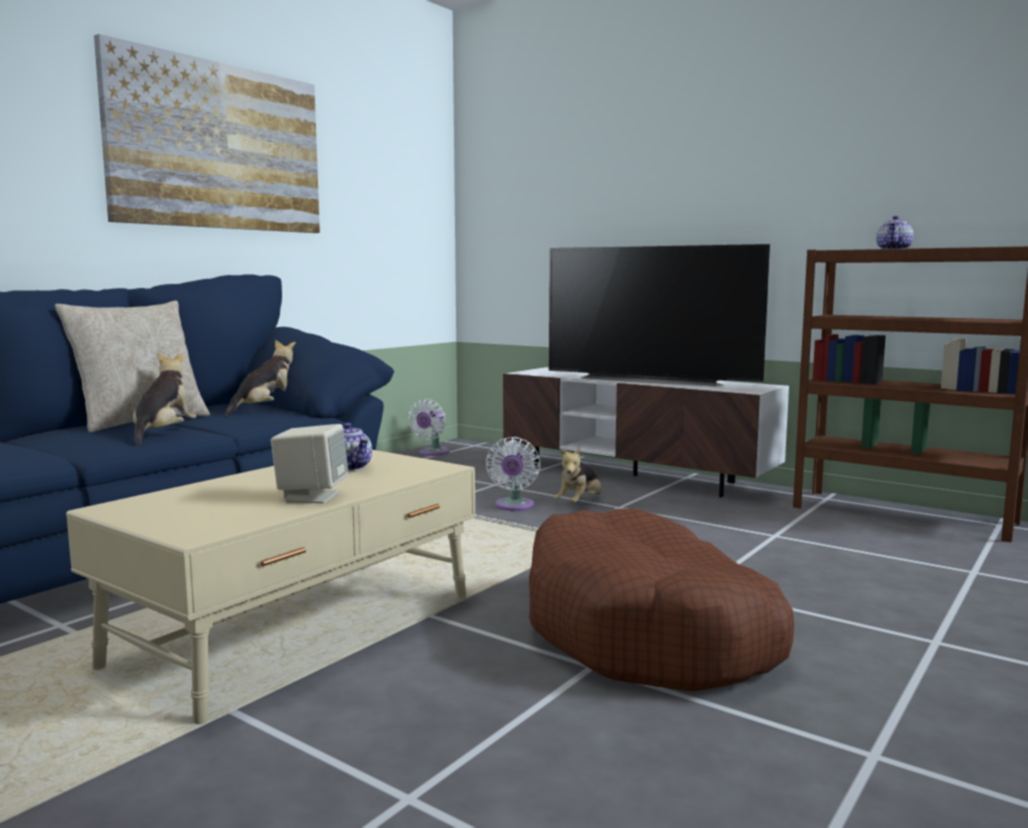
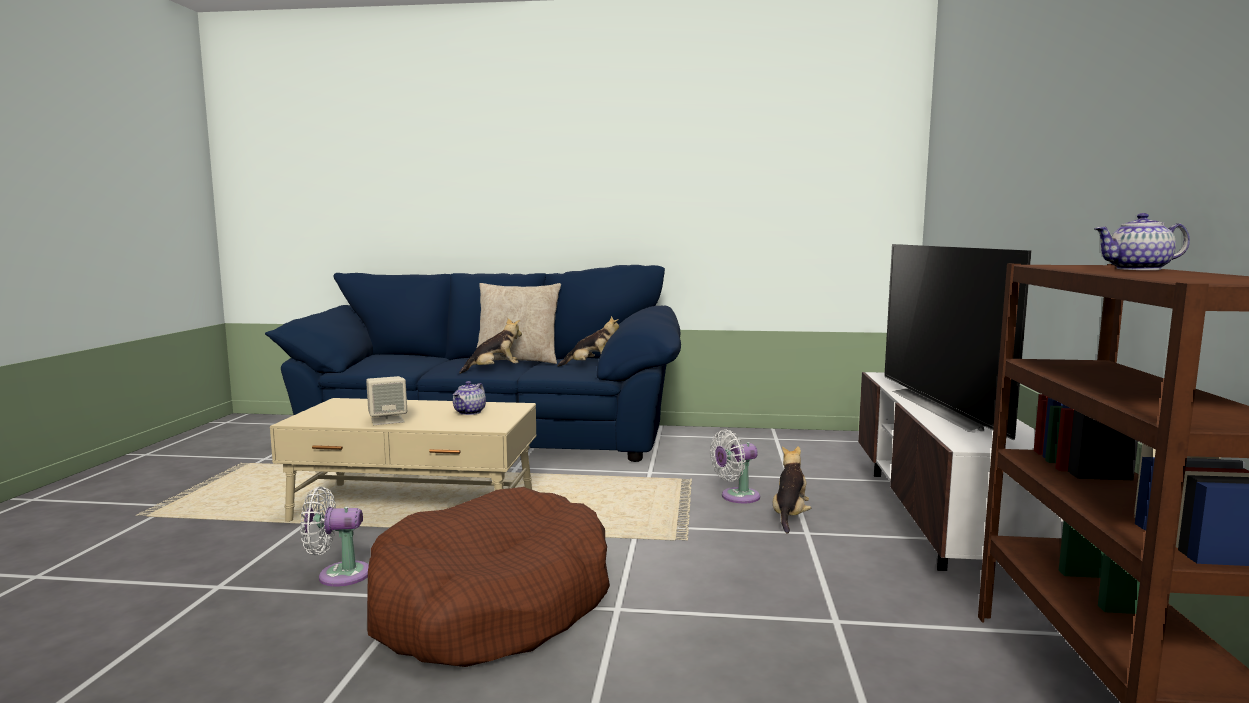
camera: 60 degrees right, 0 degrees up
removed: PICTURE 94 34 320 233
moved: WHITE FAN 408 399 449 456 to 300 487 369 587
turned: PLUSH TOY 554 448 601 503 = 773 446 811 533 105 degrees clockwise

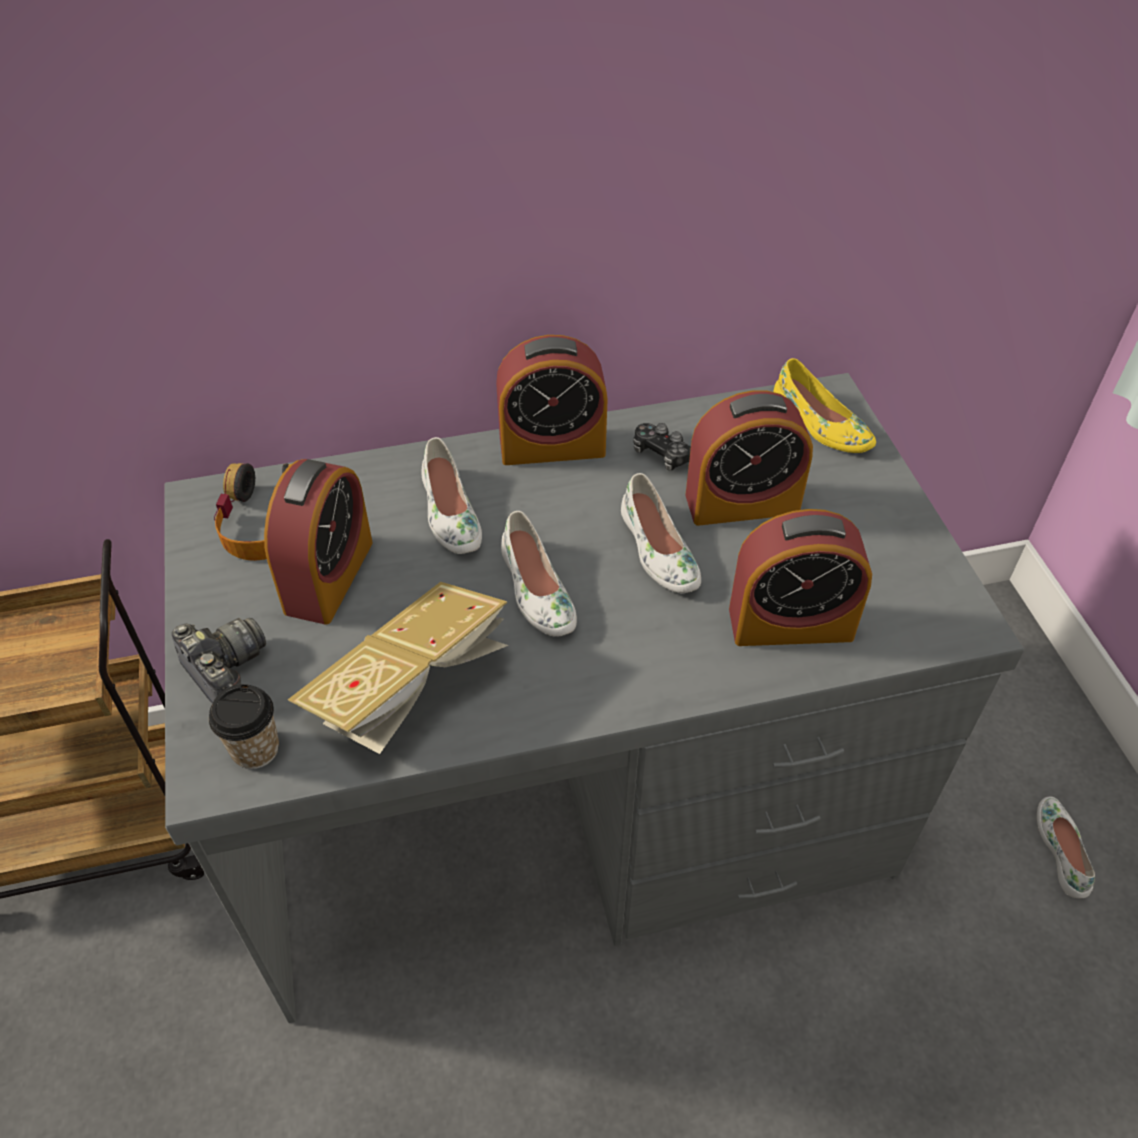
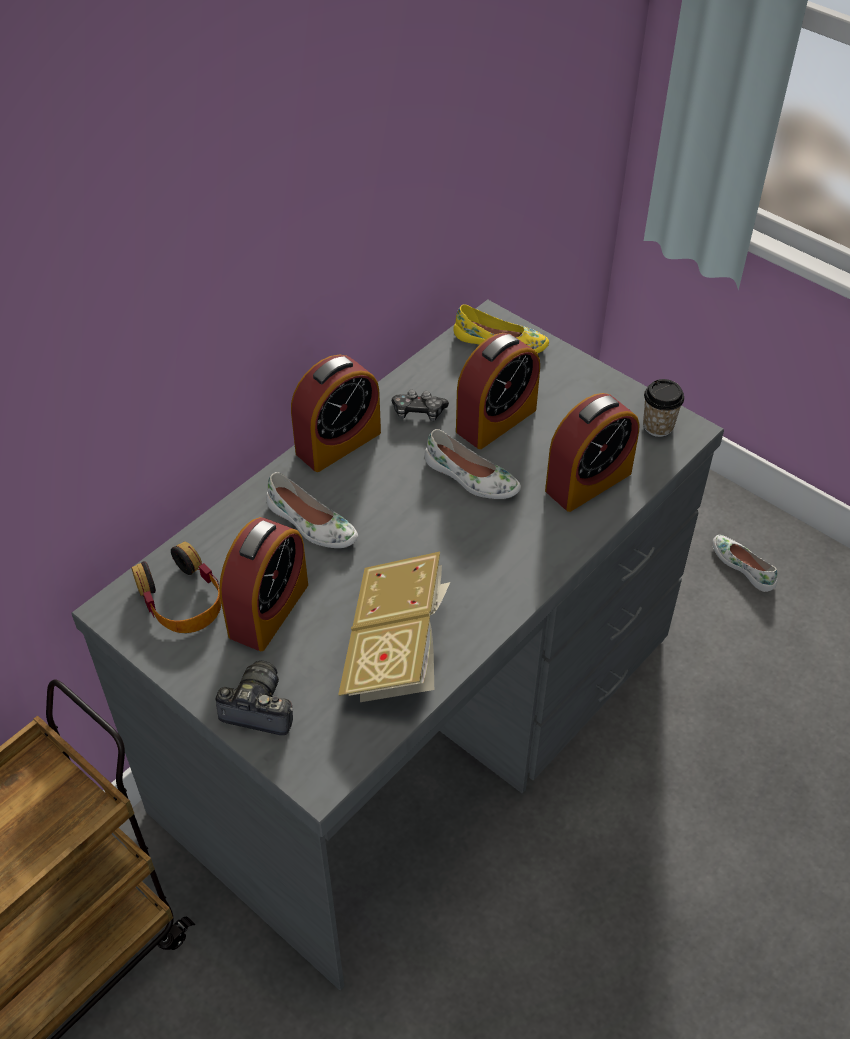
camera: 35 degrees left, 0 degrees up
removed: WHITE SHOE 501 511 577 637
moved: CUP 209 684 279 769 to 643 379 684 437
turned: ALARM CLOCK 264 459 373 624 = 219 517 308 651 45 degrees clockwise

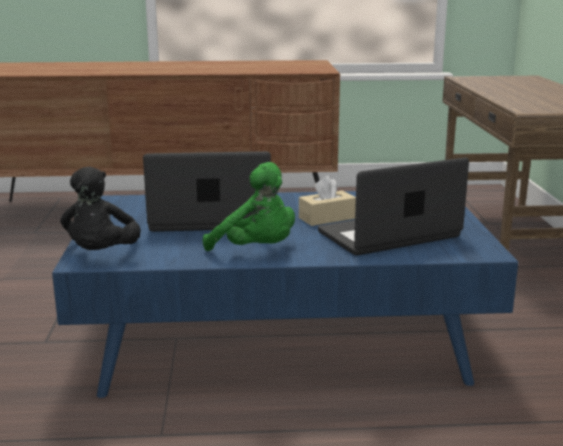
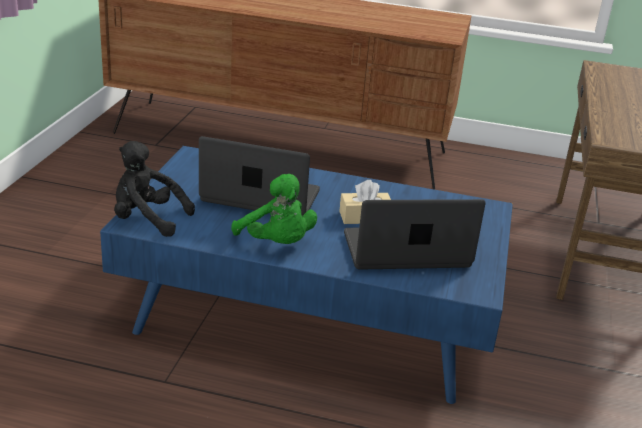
camera: 15 degrees right, 10 degrees up
turned: BLACK PLUSH TOY 60 167 141 250 = 114 141 195 237 90 degrees clockwise

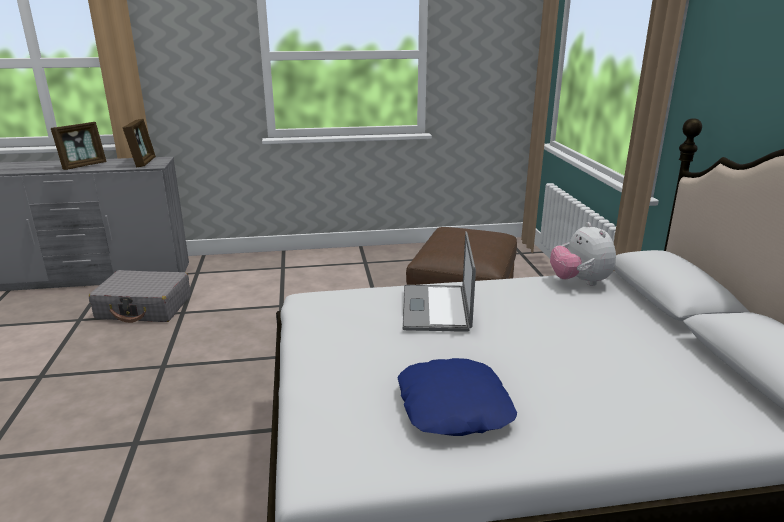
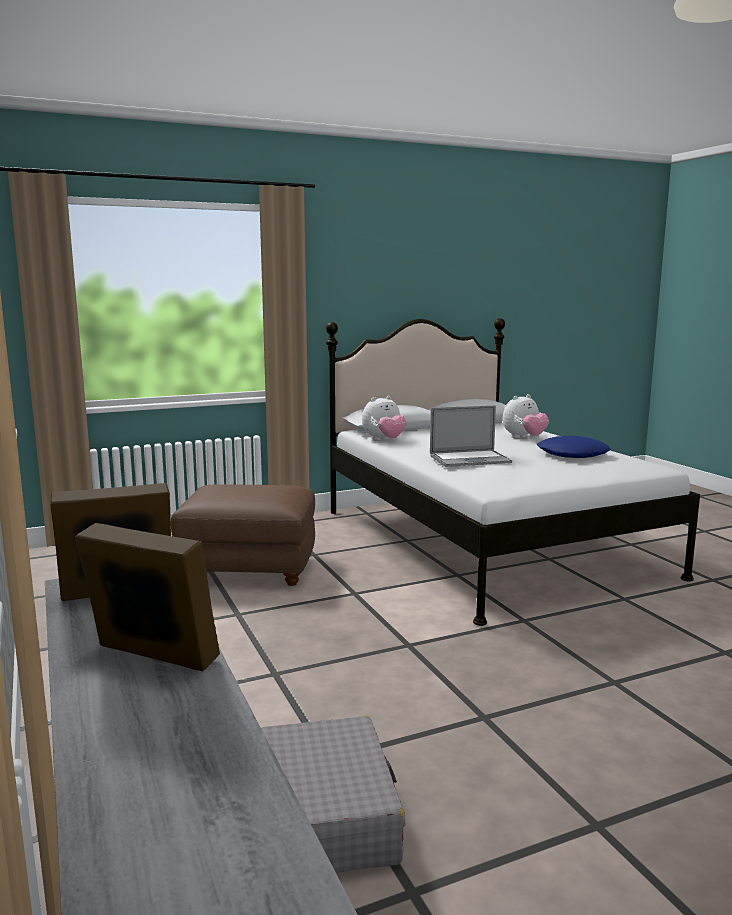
camera: 105 degrees left, 10 degrees down
added: PLUSH TOY 503 394 549 438

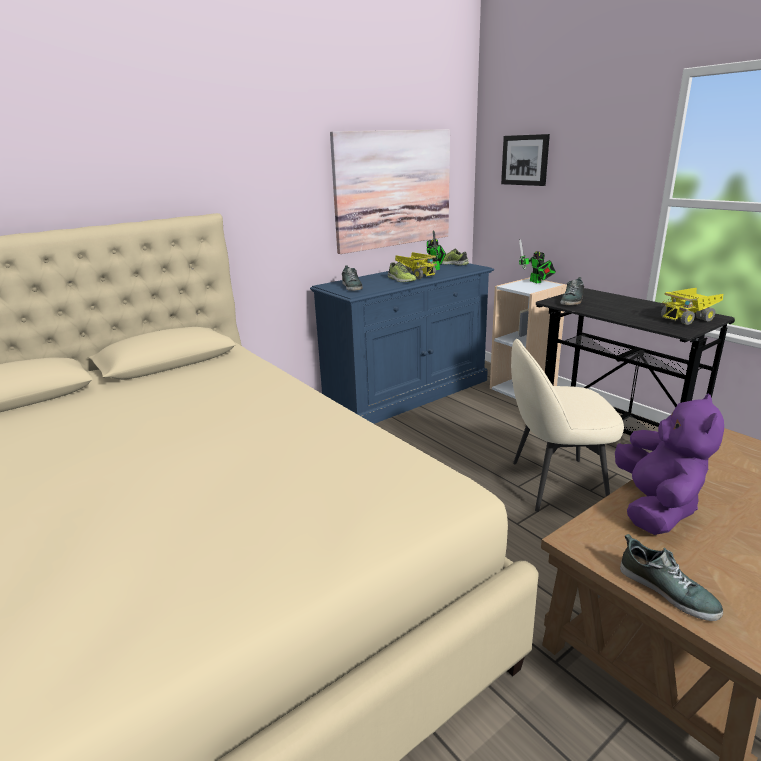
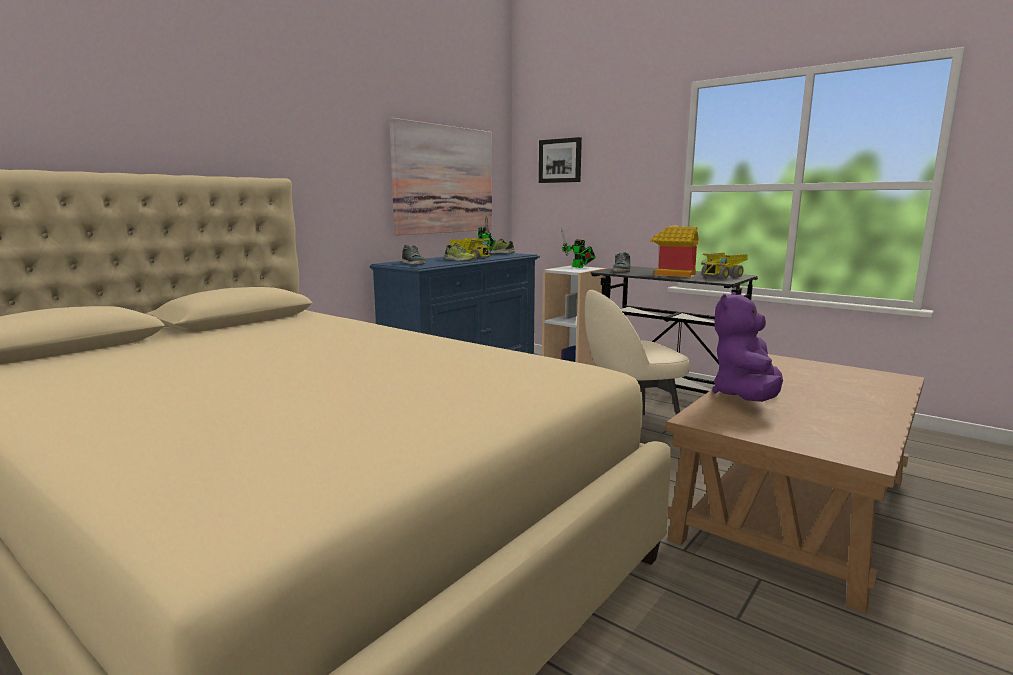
camera: 15 degrees left, 10 degrees down
removed: SHOE 620 534 723 621
added: TOY HOUSE 650 225 699 277
turned: PURPLE PLUSH TOY 615 393 724 535 = 712 292 783 402 150 degrees counterclockwise

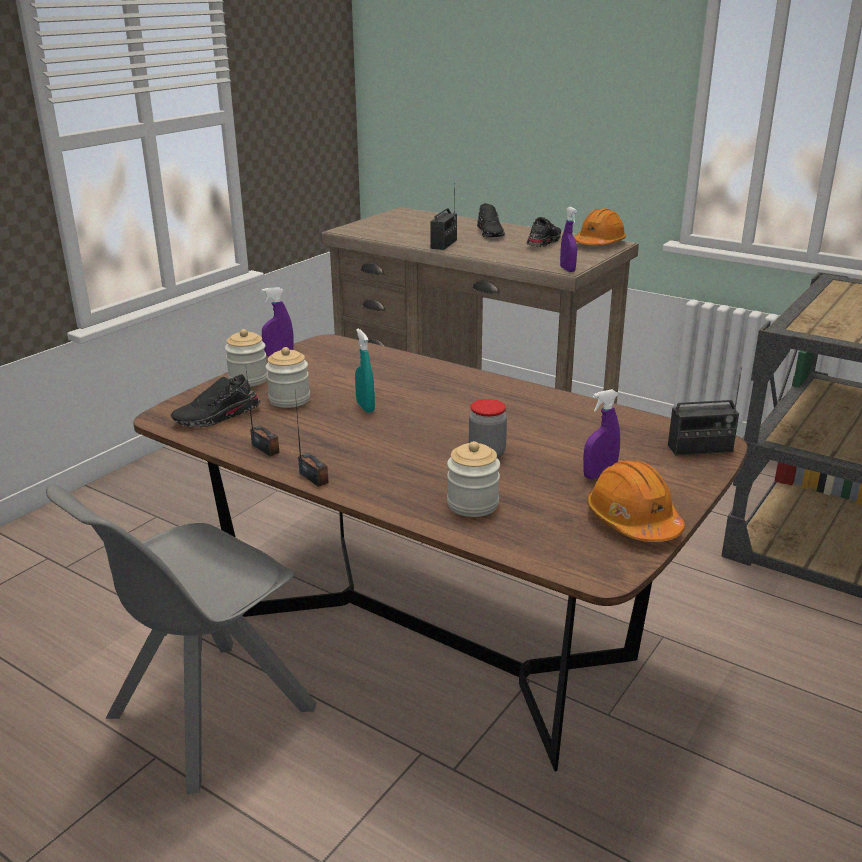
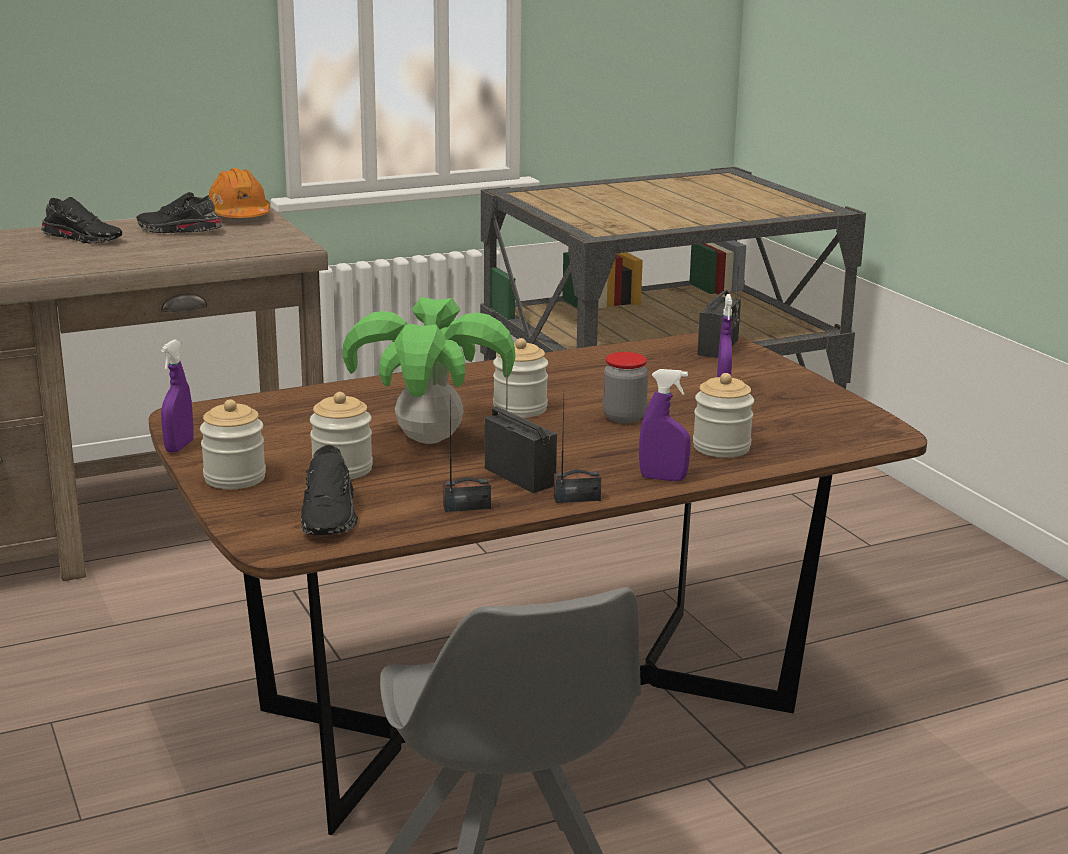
camera: 60 degrees left, 5 degrees down
removed: ORANGE HARD HAT 587 460 685 542
added: JAR 493 338 548 418
moved: RADIO 430 183 457 250 to 485 355 557 493; PURPLE SPRAY BOTTLE 560 207 577 272 to 639 369 691 481
replaced: TURQUOISE SPRAY BOTTLE 355 329 375 413 to POTTED PLANT 343 297 515 444
turned: BLACK SHOE 526 217 561 247 = 136 192 223 233 45 degrees counterclockwise

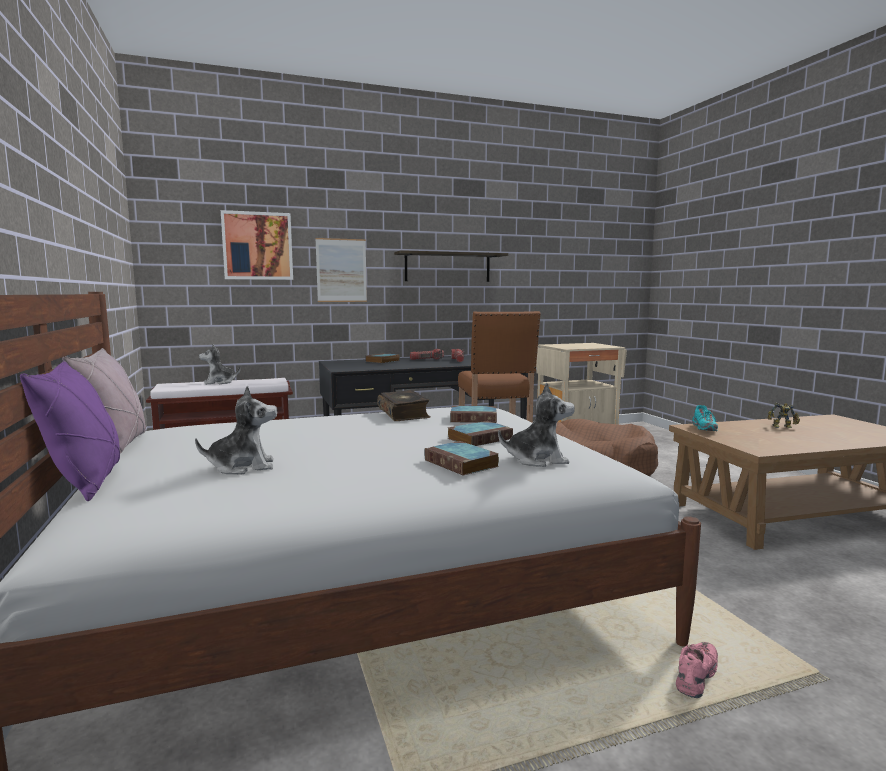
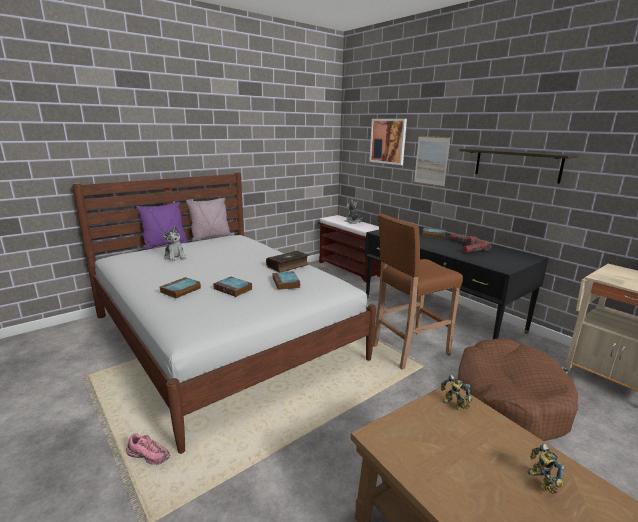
camera: 70 degrees right, 10 degrees up
removed: PLUSH TOY 498 383 575 467
replaced: TURQUOISE SHOE 692 405 718 431 to TOY ROBOT 441 375 472 410

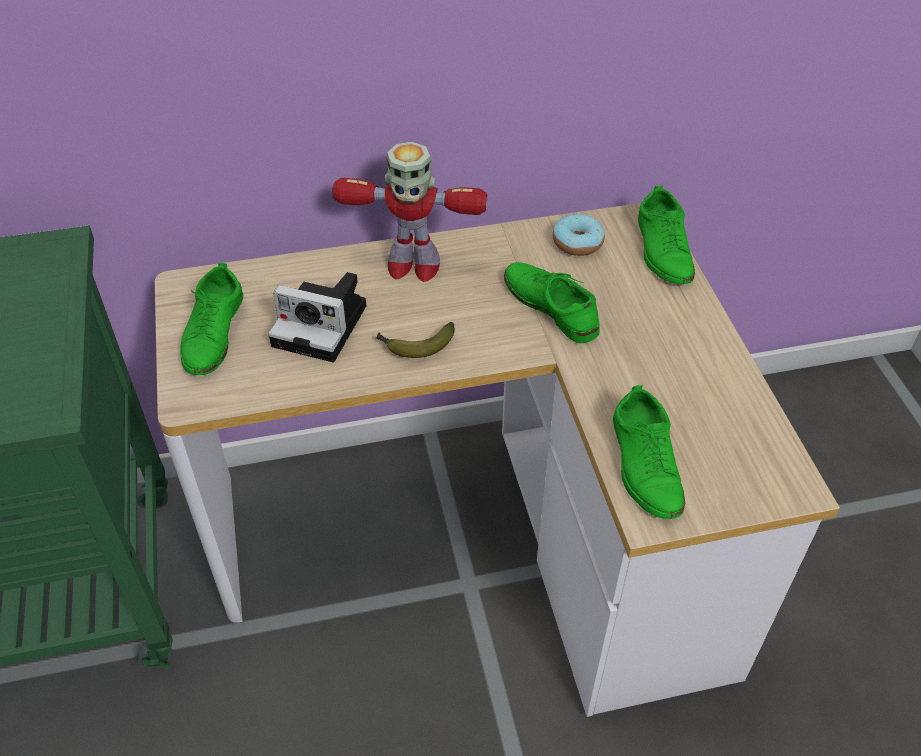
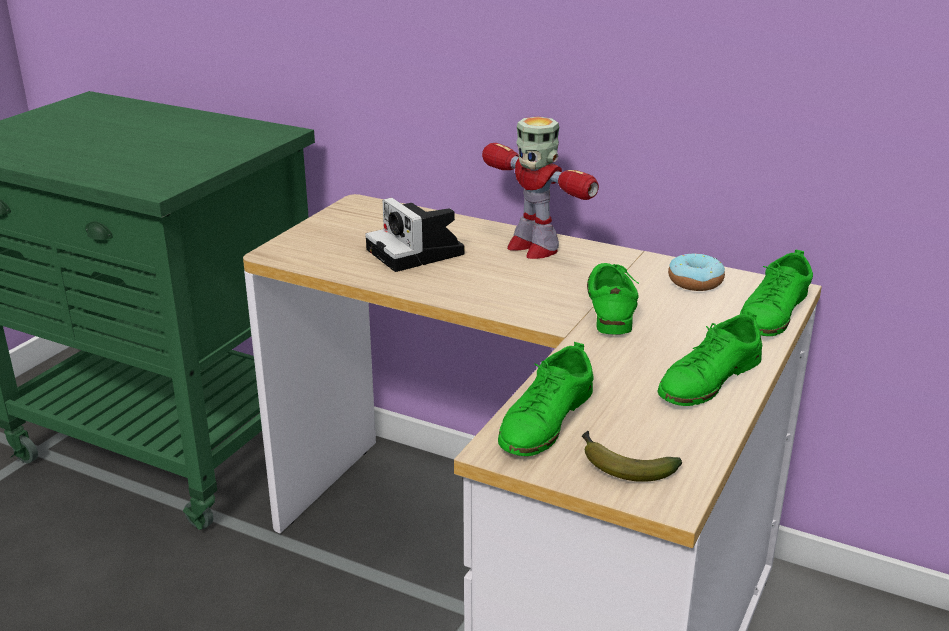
camera: 40 degrees right, 20 degrees down
moved: GREEN SHOE 180 263 243 375 to 658 311 762 406; BANANA 376 322 455 358 to 582 431 682 482

